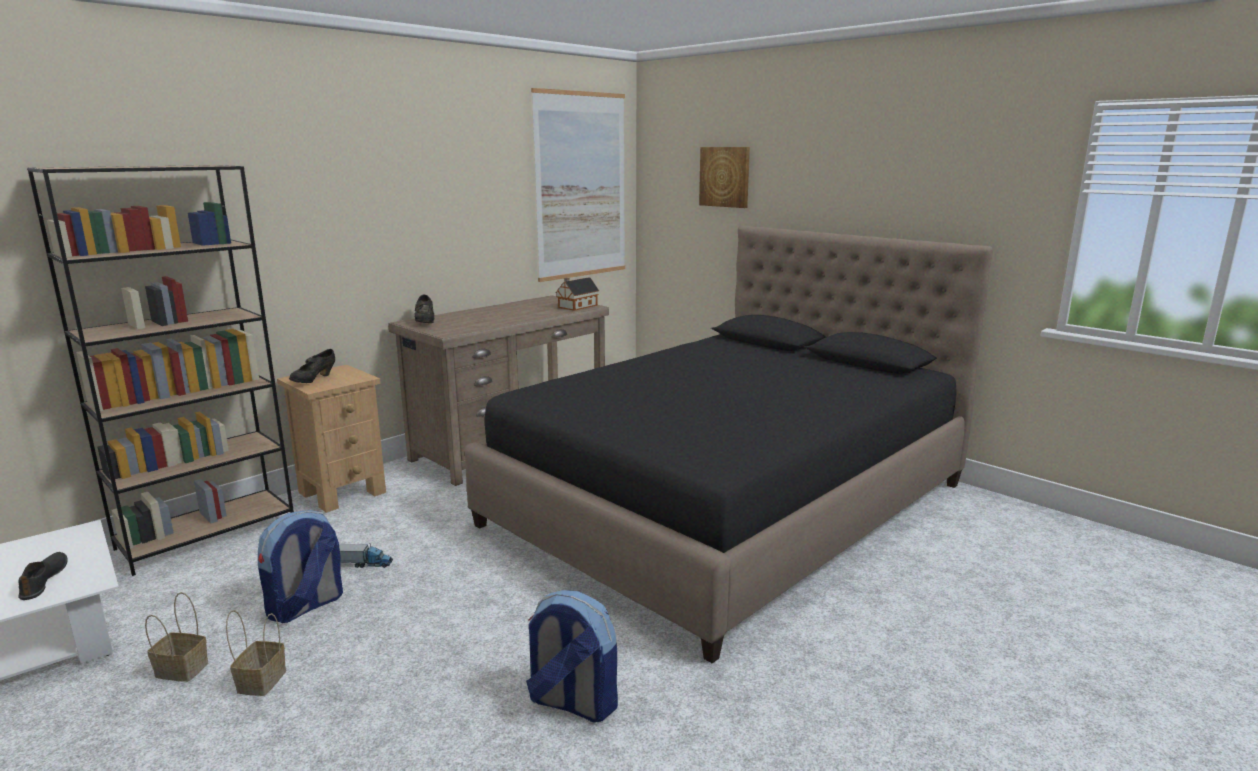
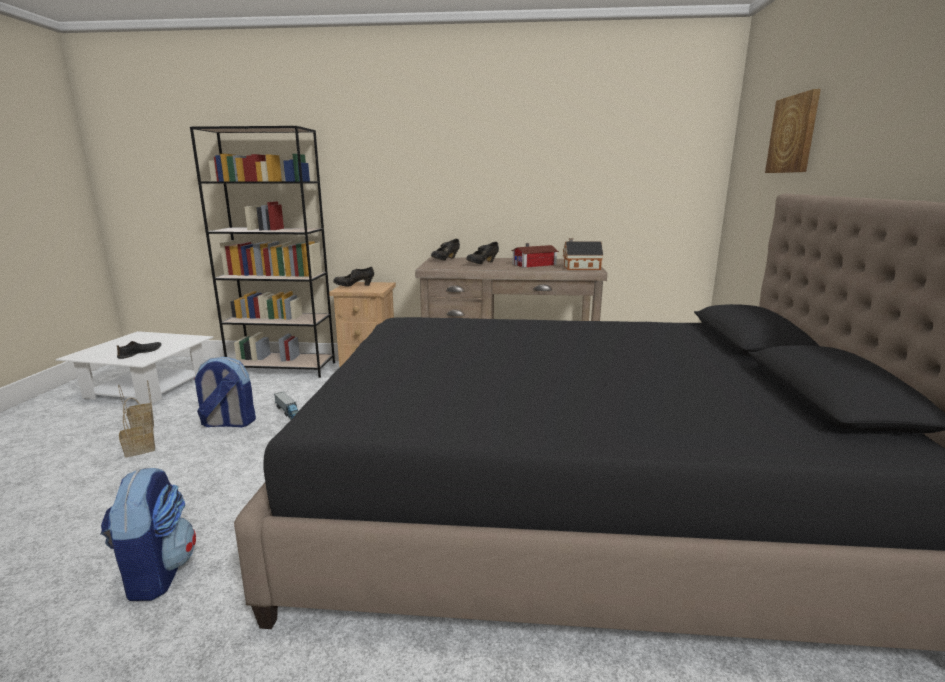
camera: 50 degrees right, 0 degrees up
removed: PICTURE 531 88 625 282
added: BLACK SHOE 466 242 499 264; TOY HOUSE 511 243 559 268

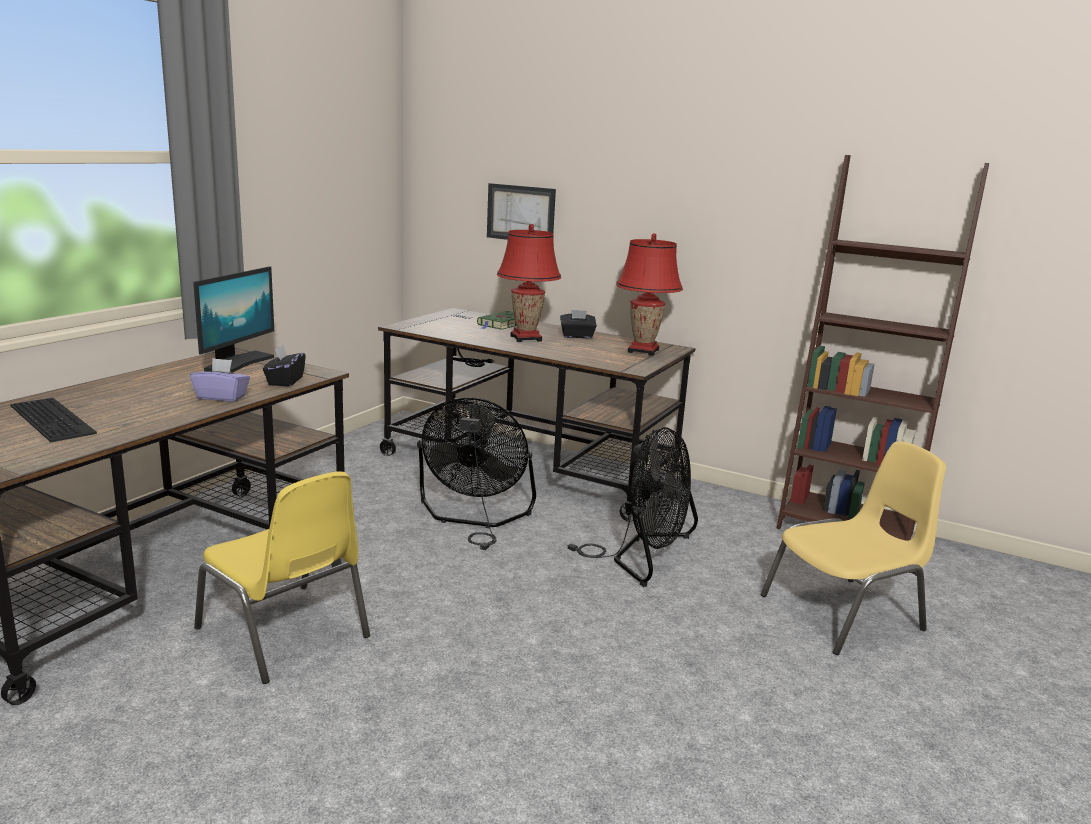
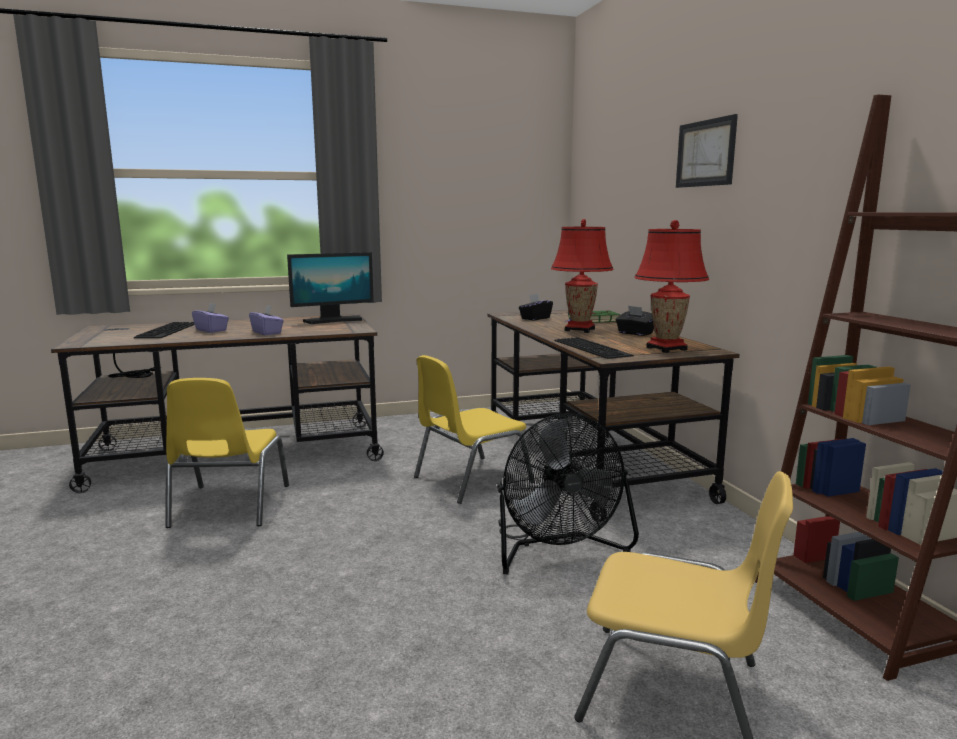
camera: 45 degrees right, 5 degrees down
added: PURPLE TISSUE BOX 192 303 229 333; KEYBOARD 554 337 634 359
moved: BLACK TISSUE BOX 263 344 306 387 to 519 293 553 320; PICTURE 487 183 556 240 to 676 114 738 188
replaced: BLACK FAN 417 398 536 550 to YELLOW CHAIR 414 355 535 504

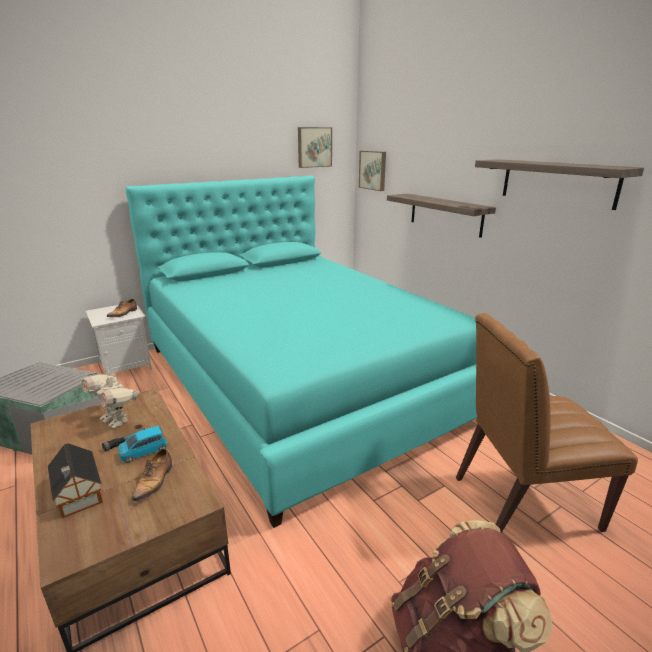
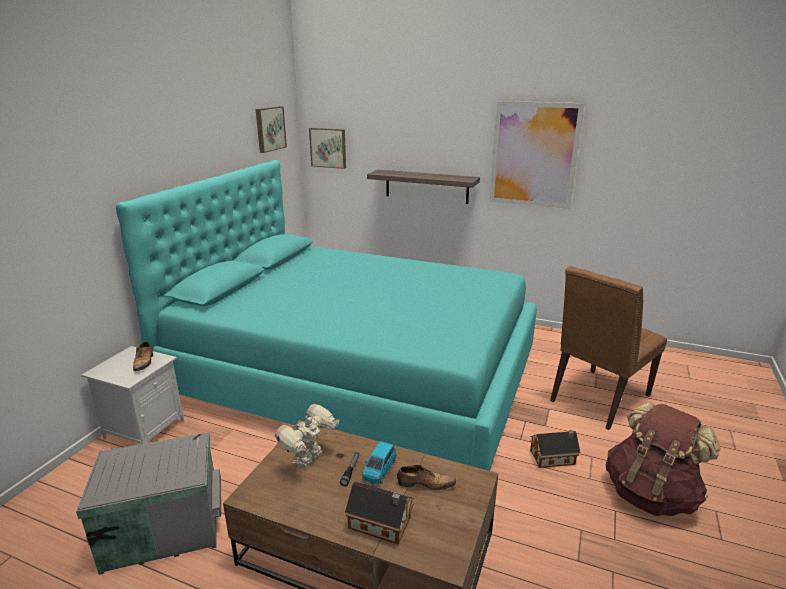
camera: 35 degrees left, 0 degrees up
added: TOY HOUSE 530 430 581 468
replaced: SHELF 475 159 644 210 to PICTURE 490 101 584 209
turned: TOY ROBOT 82 374 138 428 = 275 404 339 469 120 degrees clockwise; SHOE 132 449 172 501 = 397 465 456 490 60 degrees counterclockwise

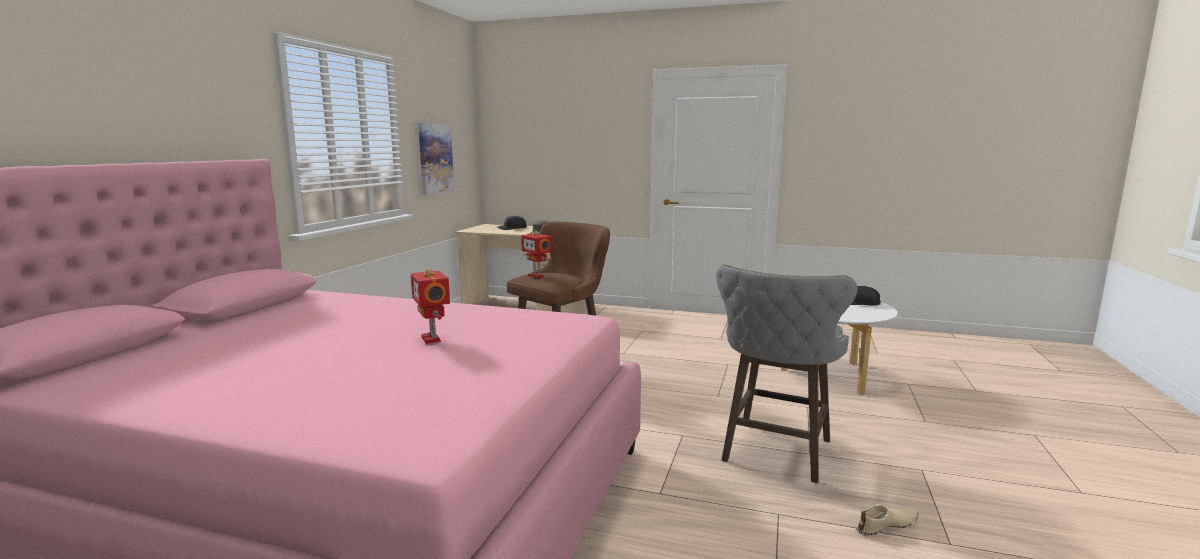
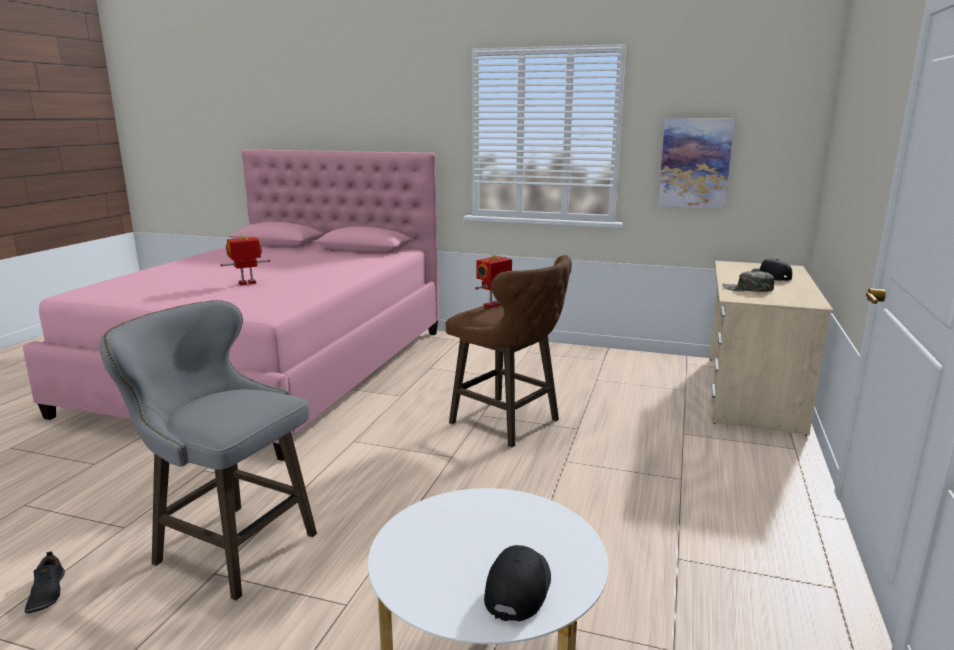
camera: 90 degrees right, 5 degrees up
recoloured: BEIGE SHOE 855 504 919 536 to BLACK SHOE 25 551 65 613

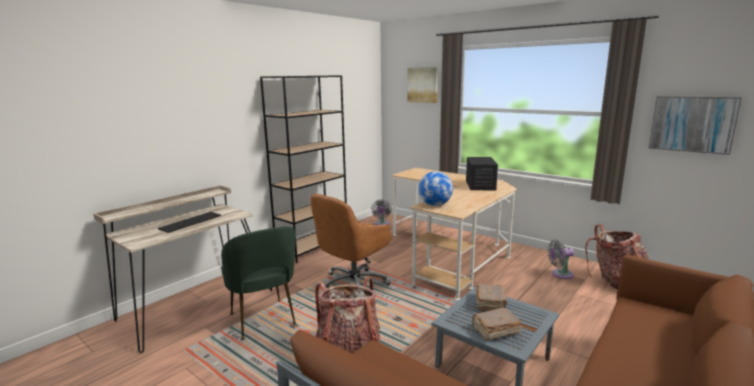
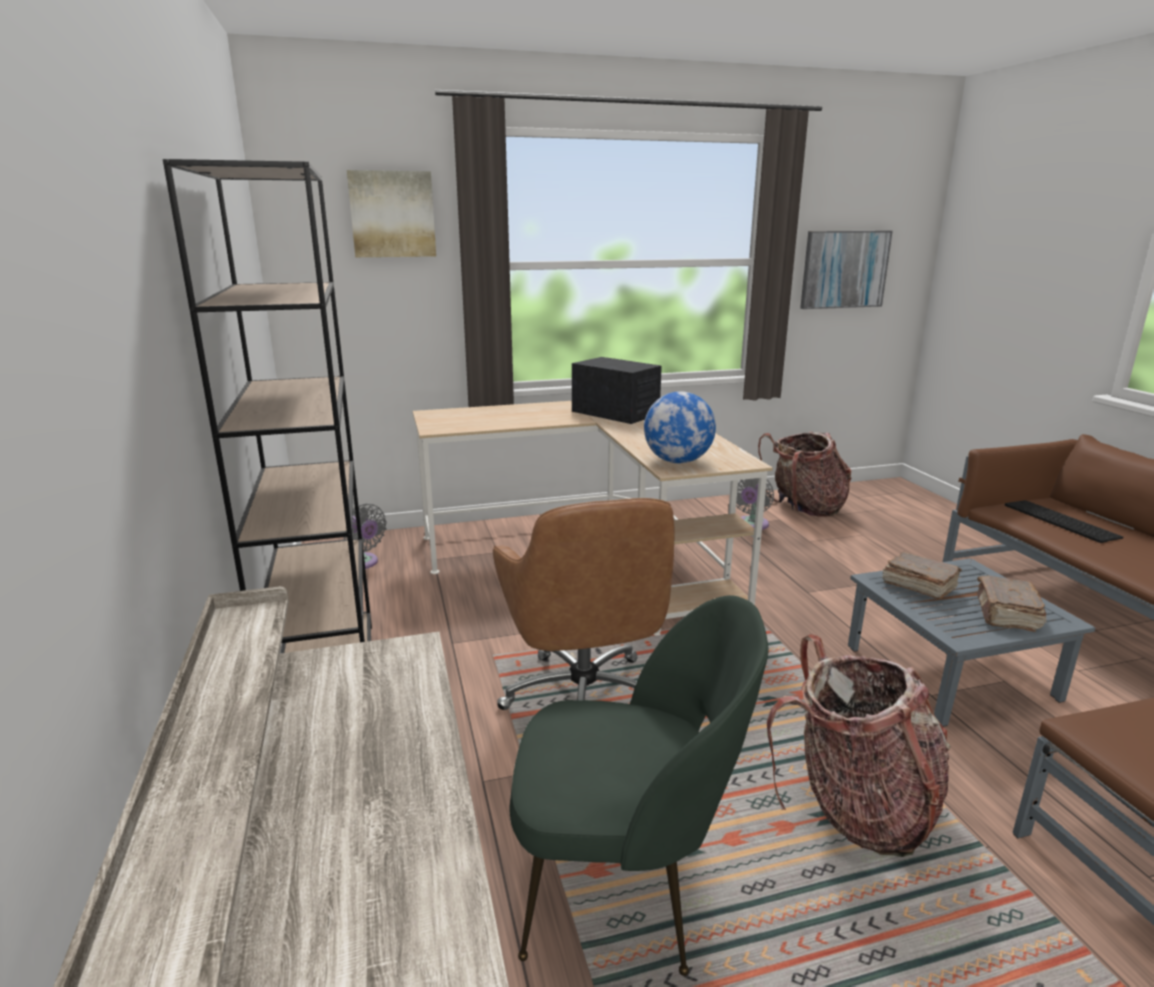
camera: 55 degrees left, 5 degrees up
moved: KEYBOARD 158 212 221 233 to 1005 500 1123 543

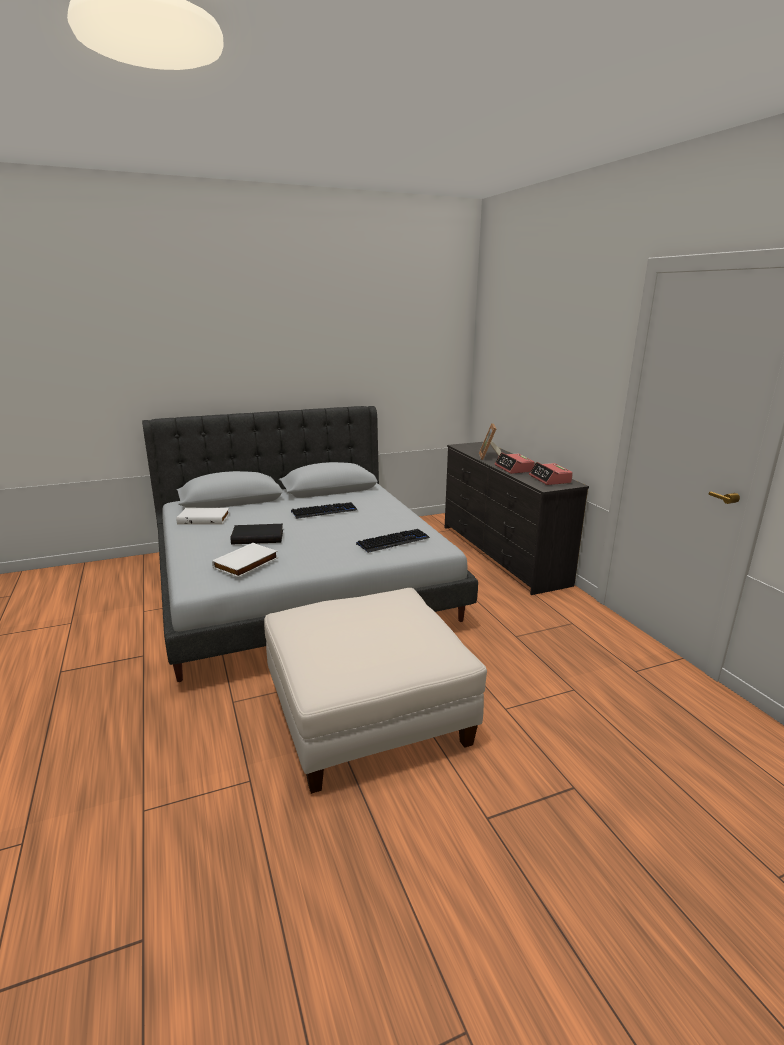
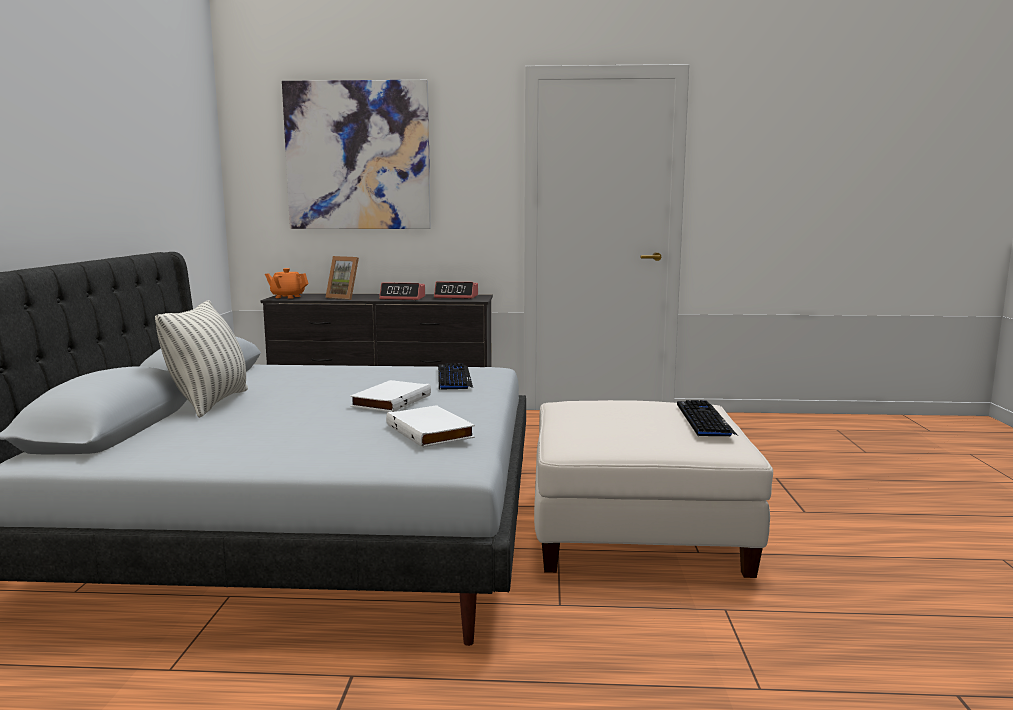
camera: 65 degrees left, 10 degrees down
removed: BLACK BOOK 230 524 283 544
added: PILLOW 155 300 248 418; ORANGE TEAPOT 265 268 308 299; PICTURE 282 80 431 229
moved: WHITE BOOK 176 508 230 525 to 350 380 431 412; KEYBOARD 291 502 357 519 to 677 400 737 436

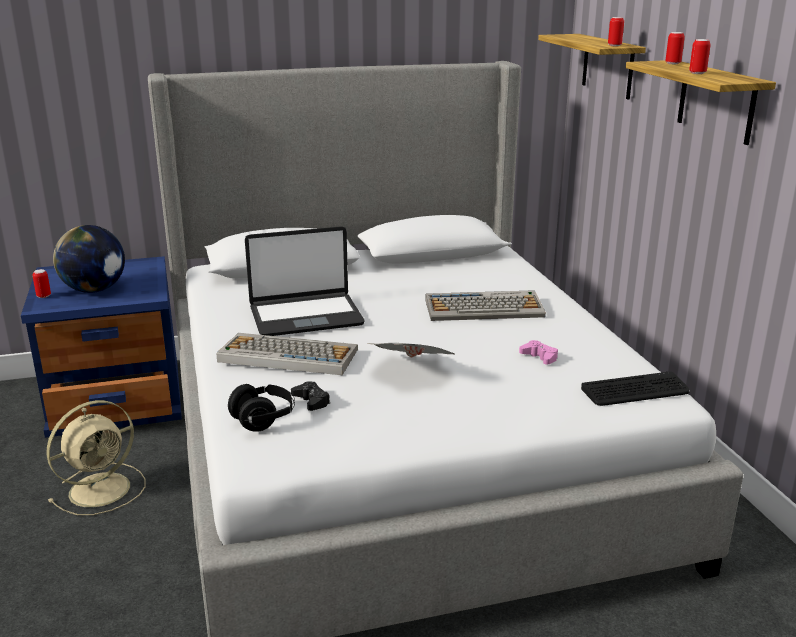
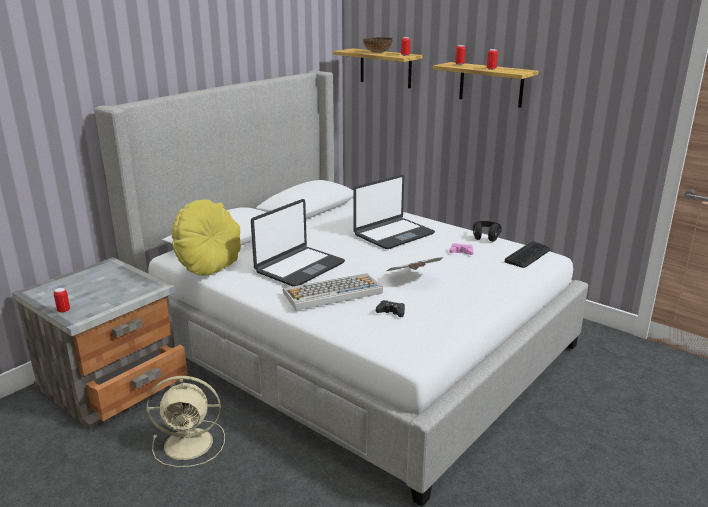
camera: 35 degrees left, 0 degrees up
removed: GLOBE 53 225 125 293
added: YELLOW PILLOW 172 199 241 276; BOWL 363 37 393 53
moved: BLACK HEADPHONES 228 384 295 432 to 473 221 502 242
replaced: KEYBOARD 425 290 546 321 to LAPTOP 353 175 435 249
recoloured: BLUE NIGHTSTAND 21 256 182 438 to GREY NIGHTSTAND 12 257 188 430
turned: BEIGE FAN 47 400 146 515 = 146 376 225 467 75 degrees clockwise

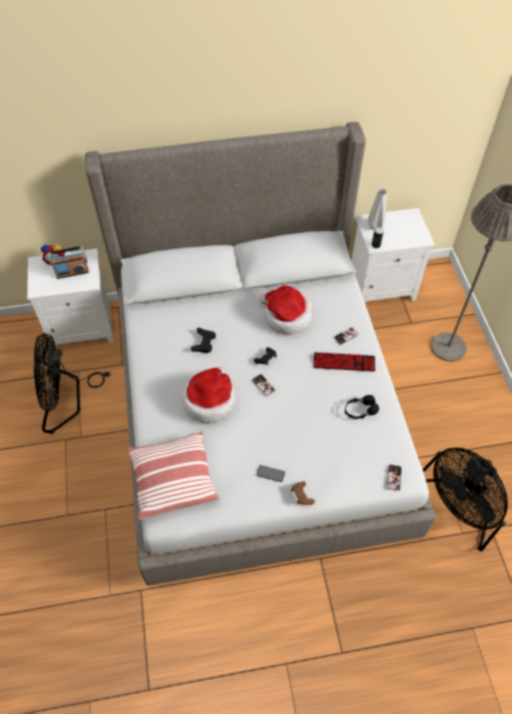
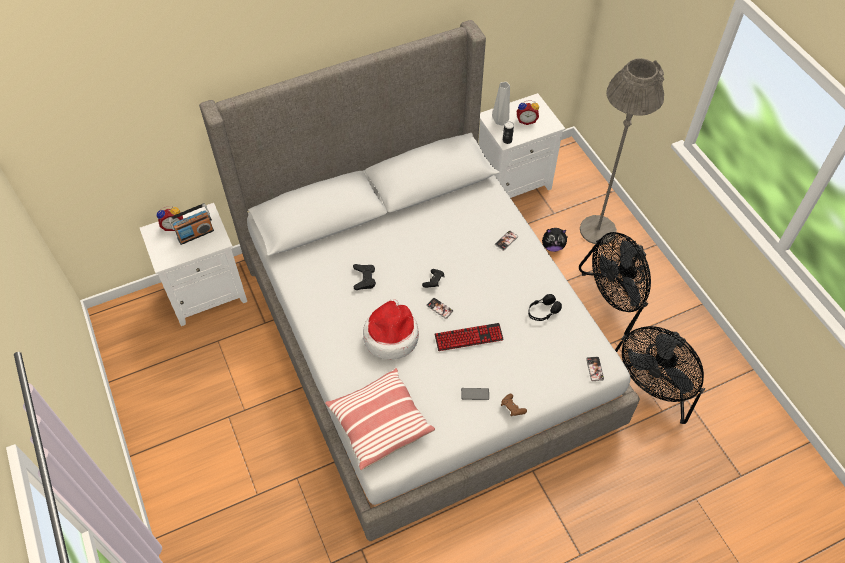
camera: 15 degrees left, 0 degrees up
removed: HAT 260 285 313 335
added: ALARM CLOCK 517 100 539 125; PLUSH TOY 542 228 567 252
moved: BLACK FAN 34 333 110 434 to 579 232 651 336; KEYBOARD 314 352 375 372 to 435 323 504 351

